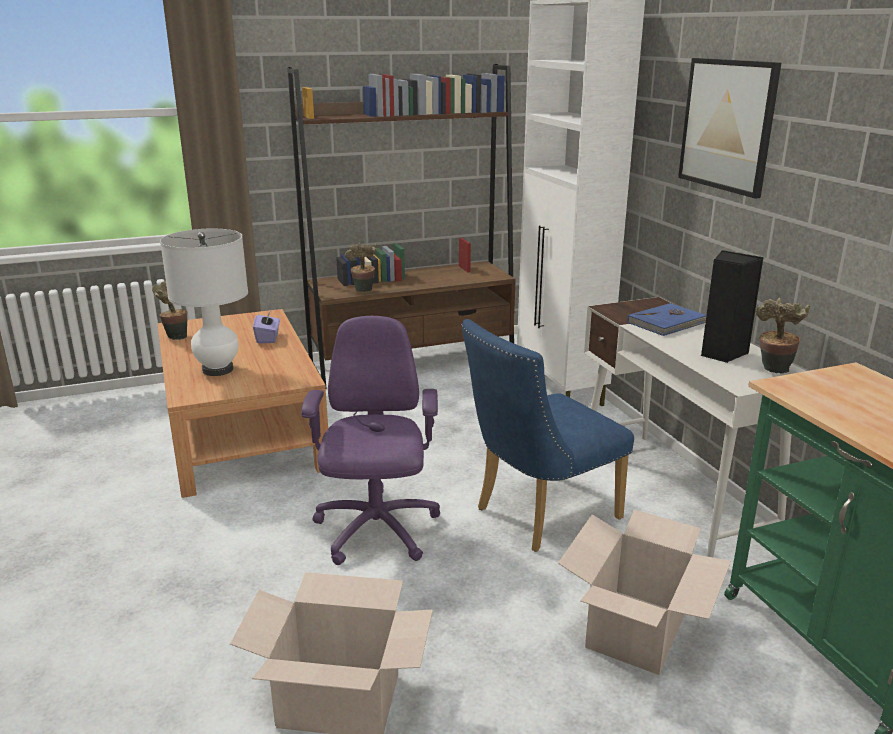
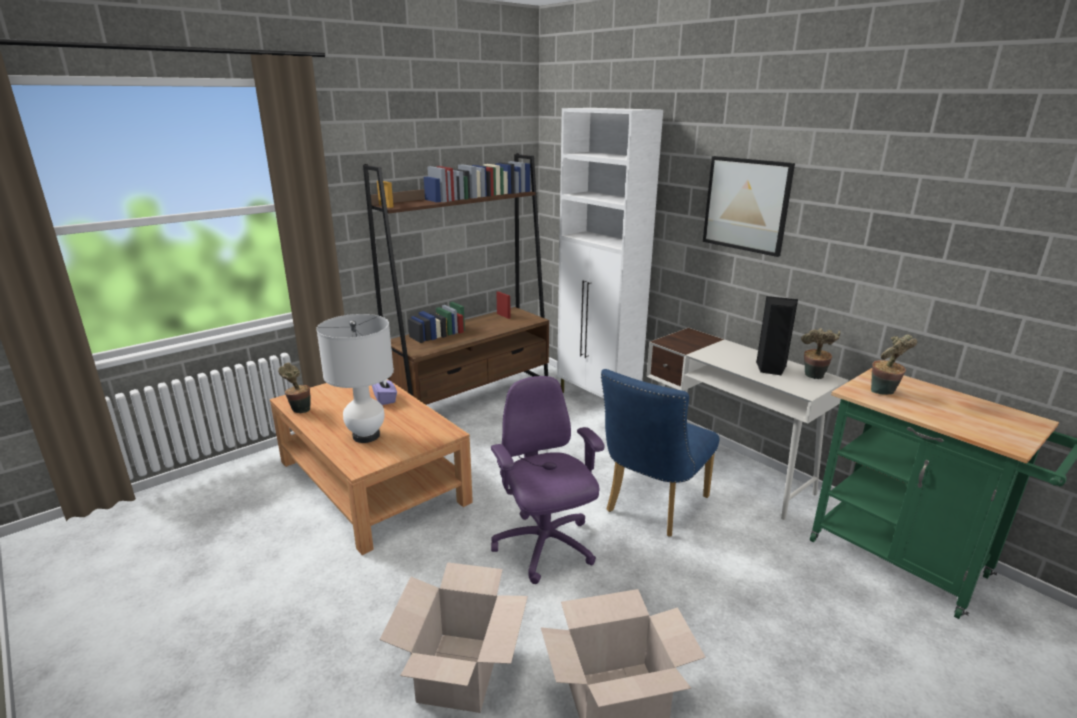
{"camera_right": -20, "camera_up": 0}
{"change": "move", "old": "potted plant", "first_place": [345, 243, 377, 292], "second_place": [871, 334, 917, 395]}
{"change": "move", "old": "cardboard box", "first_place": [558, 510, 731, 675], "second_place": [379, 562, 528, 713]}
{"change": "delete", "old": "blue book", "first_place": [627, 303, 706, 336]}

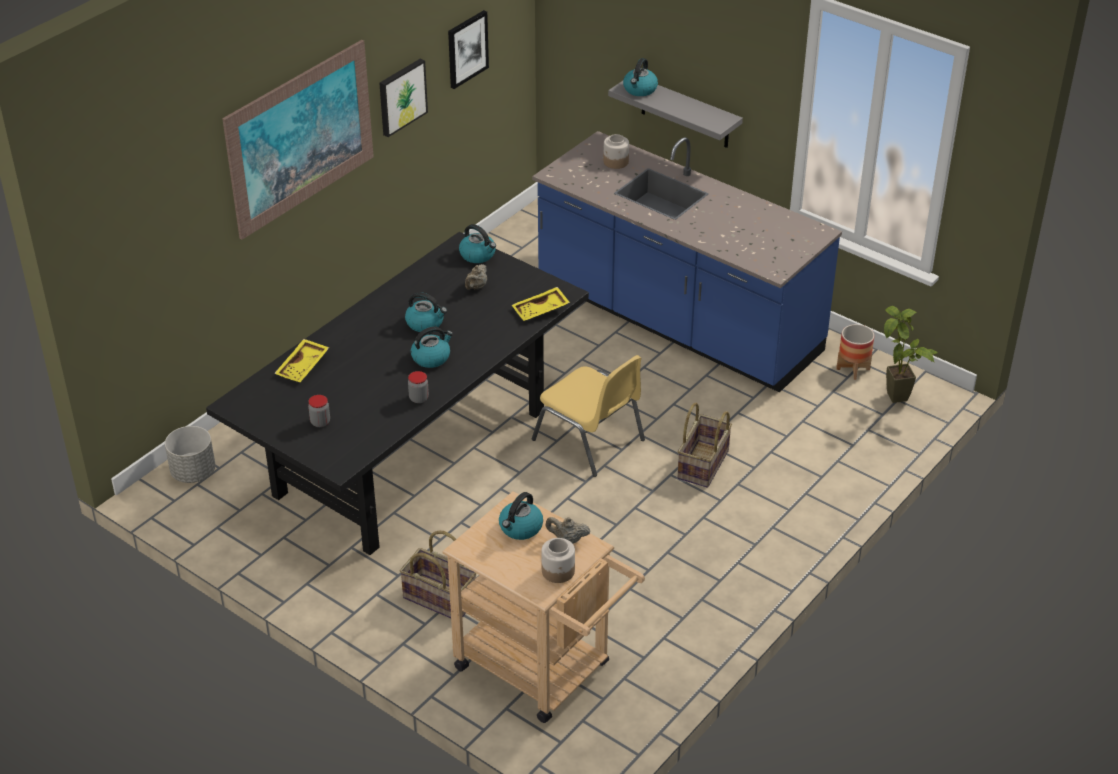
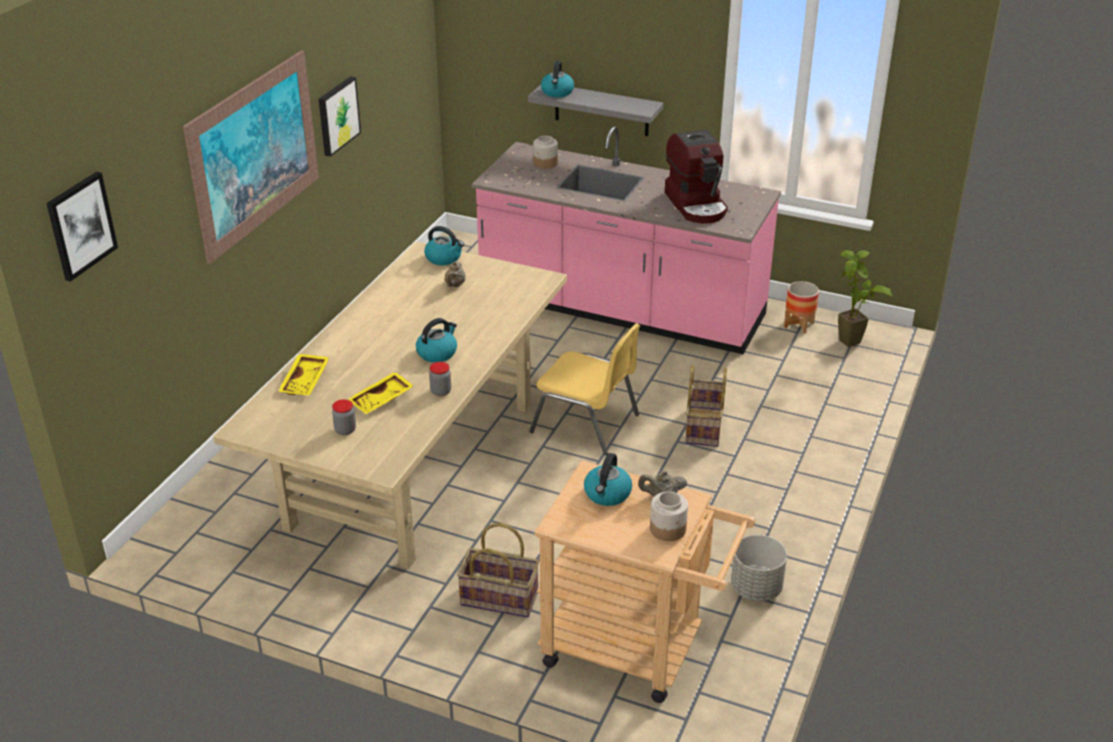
{"camera_right": -15, "camera_up": -5}
{"change": "move", "old": "grey planter", "first_place": [165, 426, 215, 483], "second_place": [731, 535, 787, 601]}
{"change": "recolor", "old": "black dining table", "new": "beige dining table", "first_place": [206, 232, 589, 555], "second_place": [213, 242, 567, 569]}
{"change": "delete", "old": "kettle", "first_place": [405, 292, 447, 332]}
{"change": "move", "old": "picture", "first_place": [448, 10, 489, 89], "second_place": [46, 172, 118, 282]}
{"change": "move", "old": "yellow tray", "first_place": [512, 287, 570, 321], "second_place": [348, 372, 414, 414]}
{"change": "recolor", "old": "blue counter", "new": "pink counter", "first_place": [532, 131, 842, 393], "second_place": [472, 126, 781, 354]}
{"change": "insert", "new": "coffee machine", "second_place": [665, 130, 728, 223]}

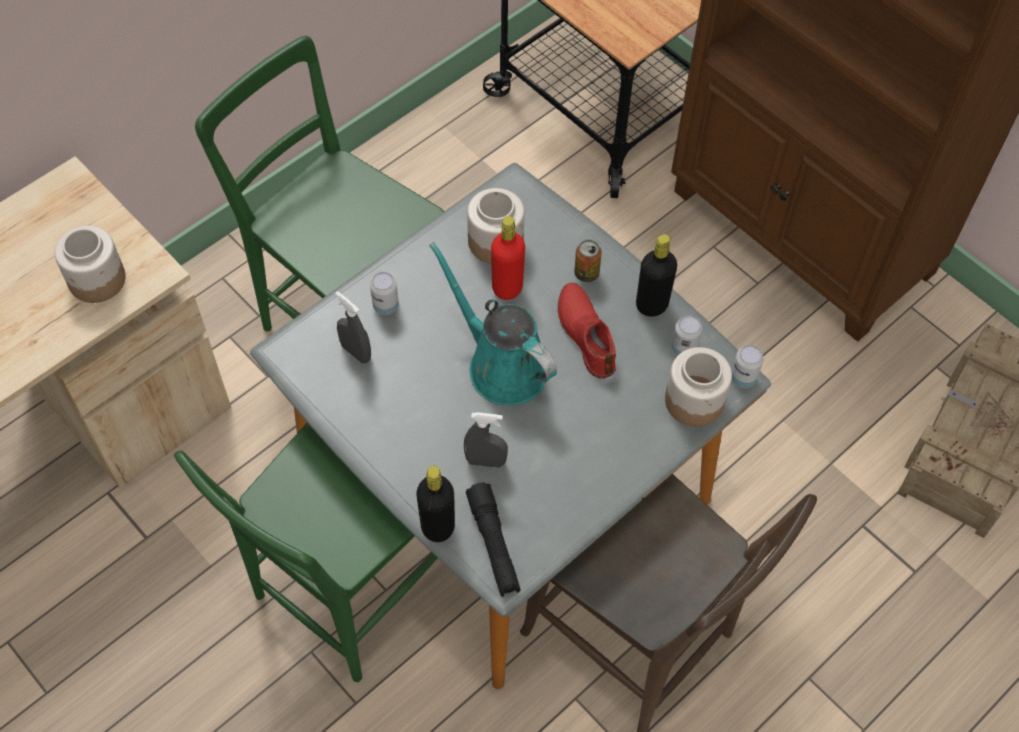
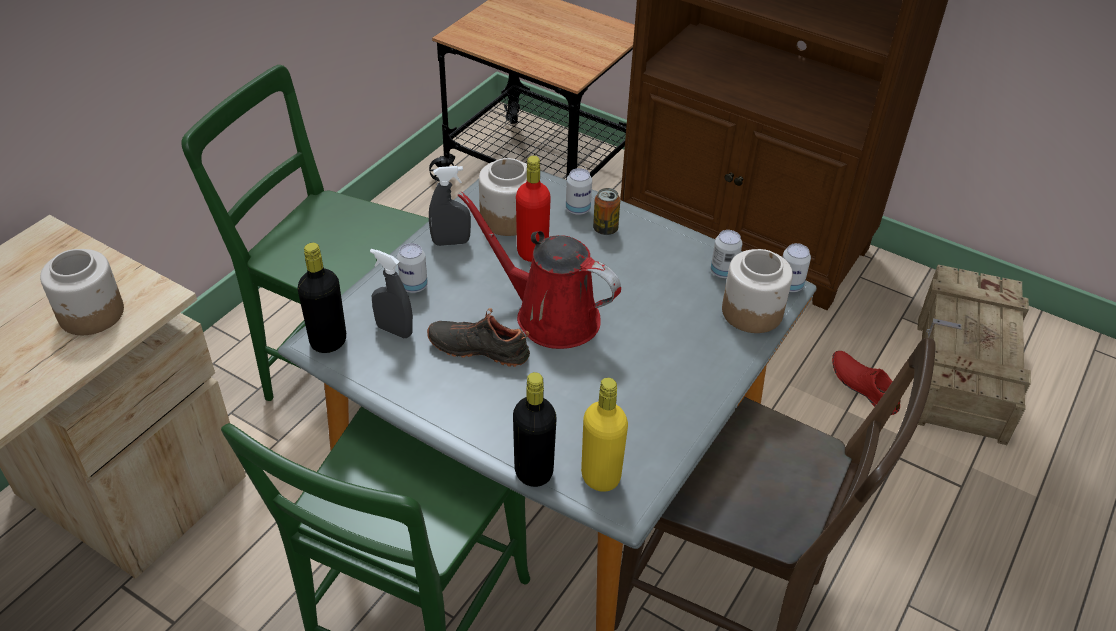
{"camera_right": -15, "camera_up": -15}
{"change": "recolor", "old": "turquoise watering can", "new": "red watering can", "first_place": [429, 242, 557, 406], "second_place": [457, 191, 621, 349]}
{"change": "move", "old": "grey spray bottle", "first_place": [464, 412, 508, 468], "second_place": [429, 166, 471, 246]}
{"change": "replace", "old": "black flashlight", "new": "yellow bottle", "first_place": [466, 482, 520, 597], "second_place": [581, 378, 628, 492]}
{"change": "move", "old": "red shoe", "first_place": [558, 283, 616, 379], "second_place": [832, 351, 901, 415]}
{"change": "move", "old": "black bottle", "first_place": [636, 234, 677, 317], "second_place": [298, 243, 346, 353]}
{"change": "insert", "new": "black shoe", "second_place": [427, 308, 530, 367]}
{"change": "insert", "new": "can", "second_place": [566, 168, 592, 215]}

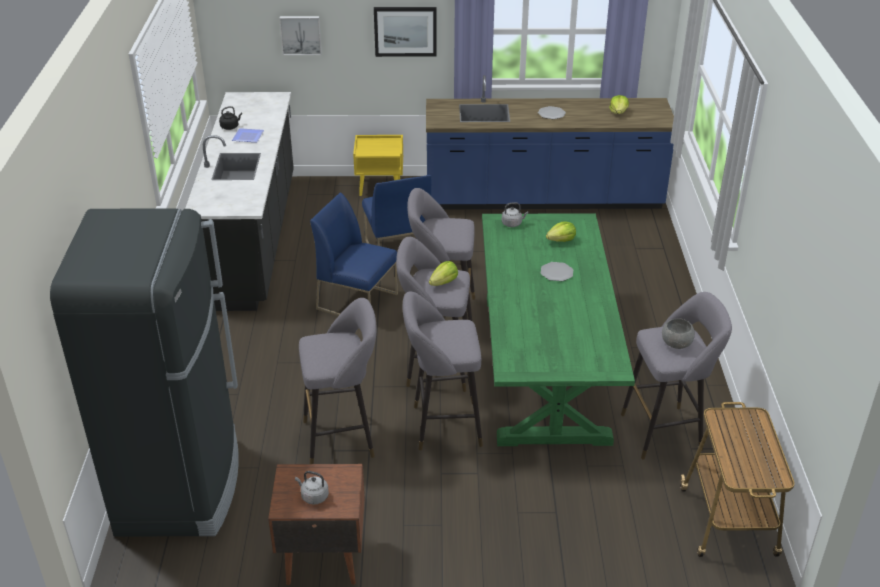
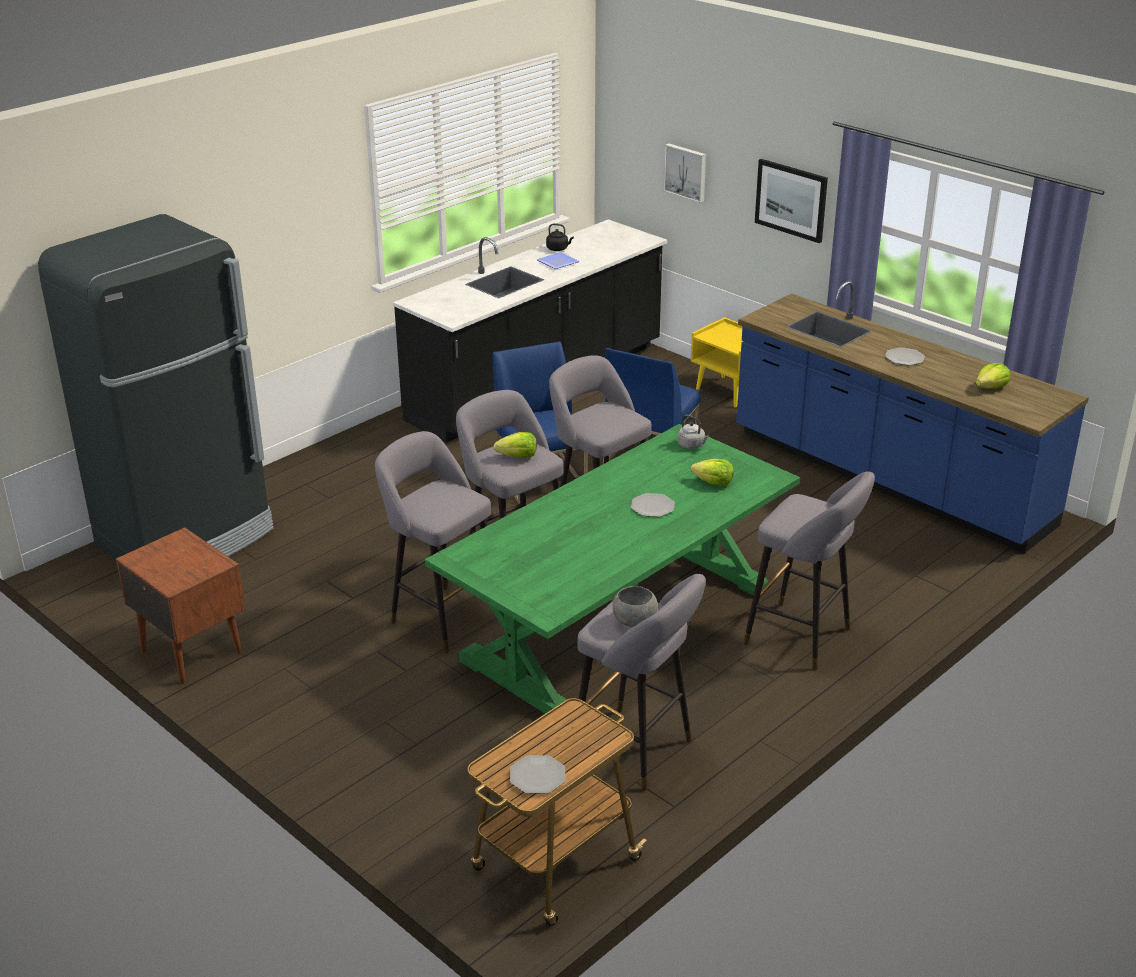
{"camera_right": 45, "camera_up": -5}
{"change": "delete", "old": "grey kettle", "first_place": [295, 471, 329, 505]}
{"change": "move", "old": "grey stool", "first_place": [299, 298, 377, 464], "second_place": [743, 471, 875, 670]}
{"change": "insert", "new": "plate", "second_place": [510, 755, 565, 794]}

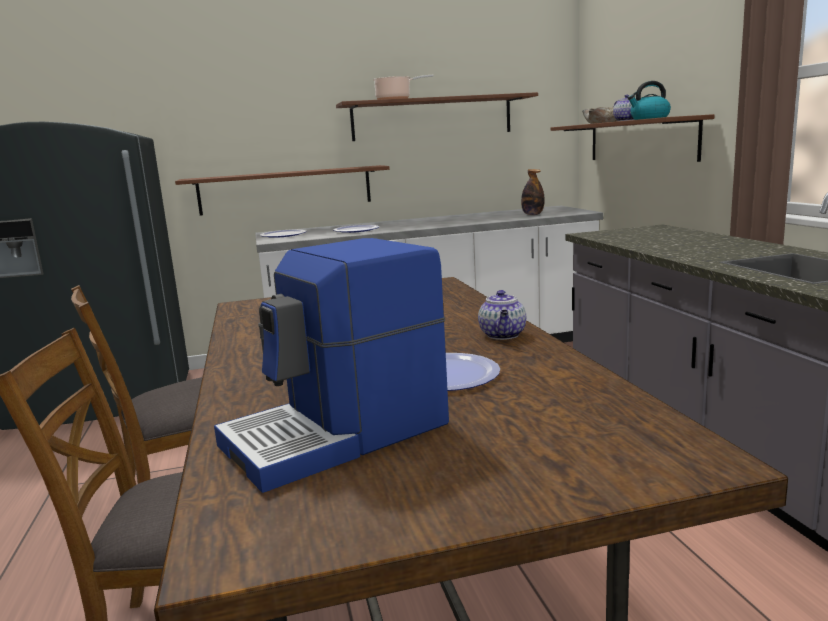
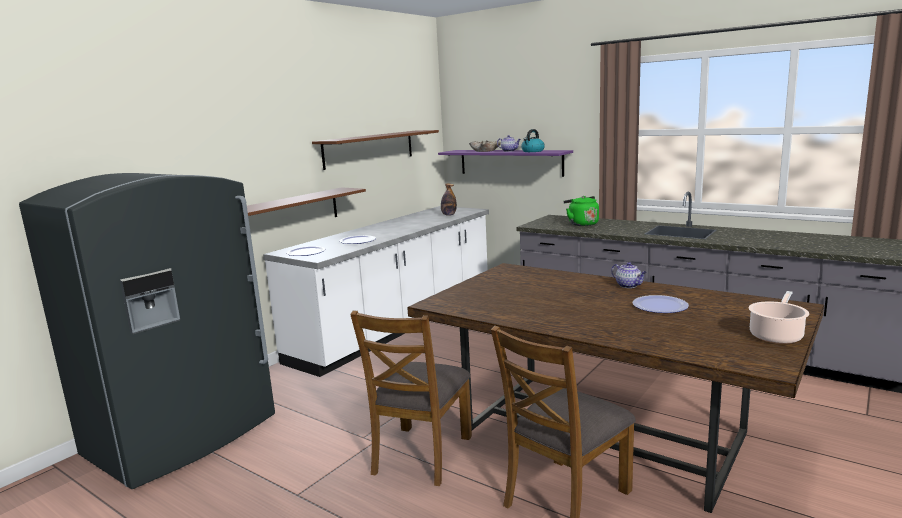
{"camera_right": -40, "camera_up": 0}
{"change": "delete", "old": "coffee machine", "first_place": [214, 238, 449, 493]}
{"change": "move", "old": "cooking pot", "first_place": [373, 75, 433, 100], "second_place": [748, 291, 809, 344]}
{"change": "recolor", "old": "brown shelf", "new": "purple shelf", "first_place": [551, 114, 714, 162], "second_place": [438, 150, 573, 177]}
{"change": "insert", "new": "green kettle", "second_place": [563, 196, 599, 226]}

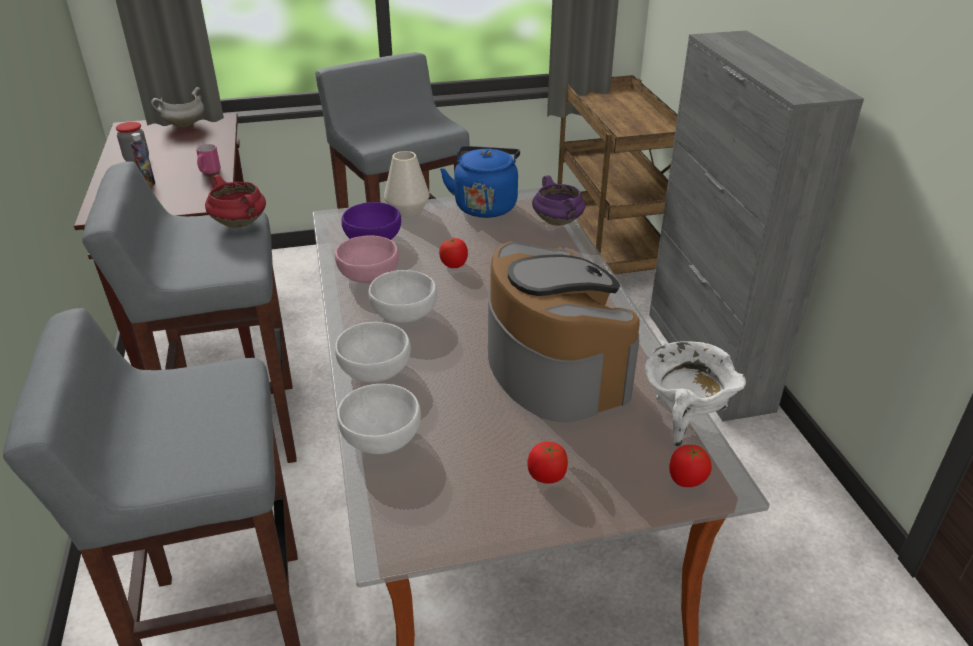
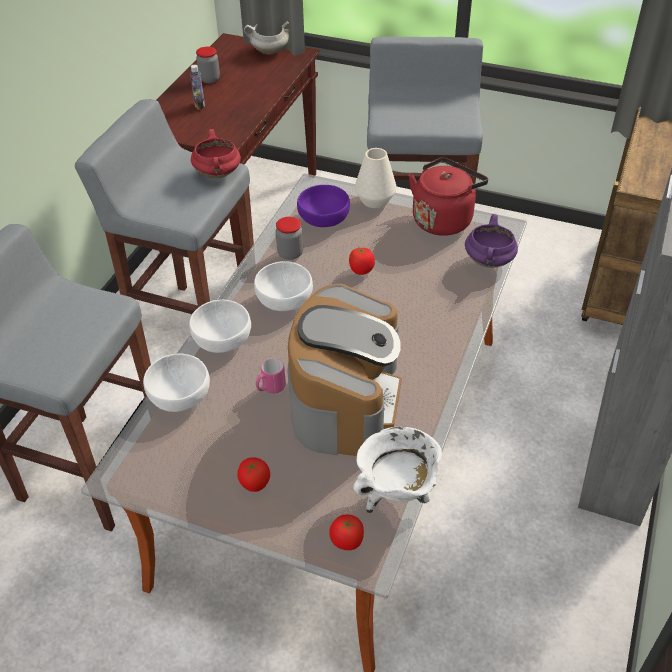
{"camera_right": 35, "camera_up": 10}
{"change": "move", "old": "pink mug", "first_place": [196, 144, 221, 174], "second_place": [256, 358, 286, 393]}
{"change": "replace", "old": "pink bowl", "new": "jar", "first_place": [335, 236, 399, 283], "second_place": [276, 217, 303, 260]}
{"change": "recolor", "old": "blue kettle", "new": "red kettle", "first_place": [440, 146, 520, 218], "second_place": [409, 157, 488, 236]}

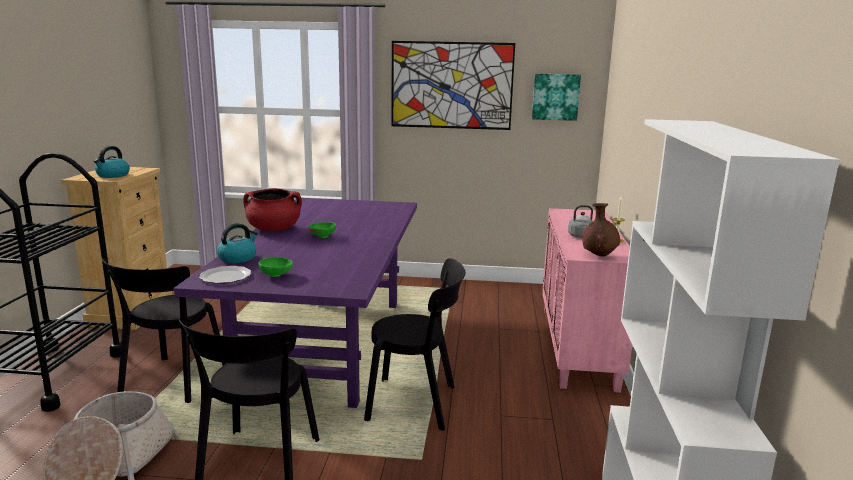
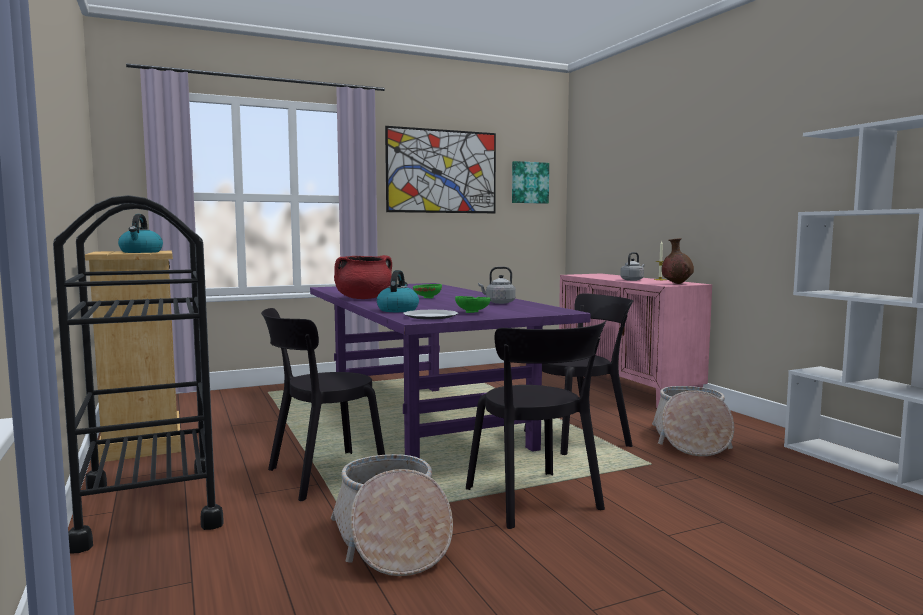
{"camera_right": -30, "camera_up": -10}
{"change": "rotate", "old": "black chair", "first_place": [102, 258, 225, 403], "second_place": [261, 308, 385, 501], "degrees": 75}
{"change": "insert", "new": "grey kettle", "second_place": [478, 266, 516, 304]}
{"change": "insert", "new": "basket", "second_place": [652, 386, 734, 456]}

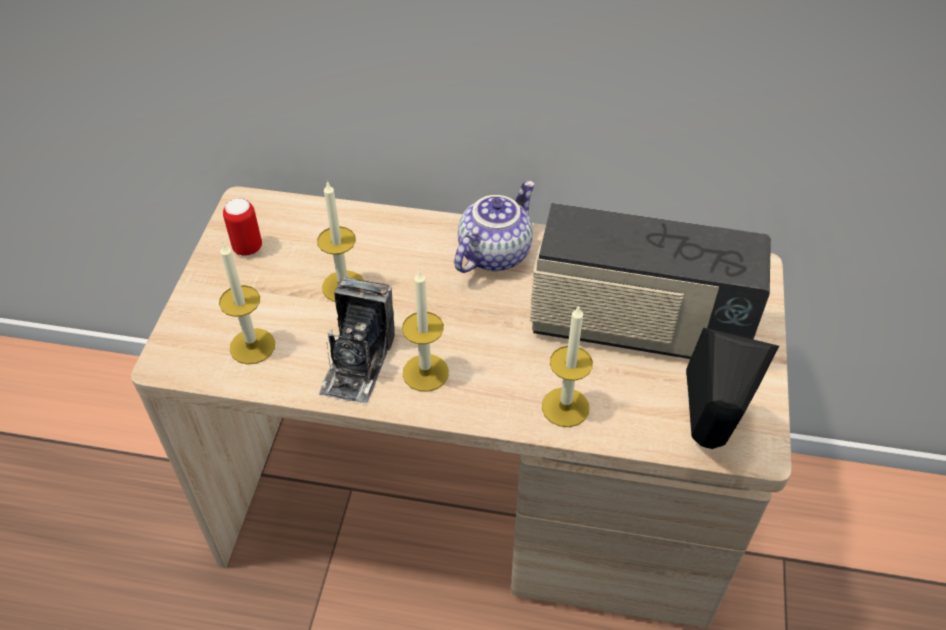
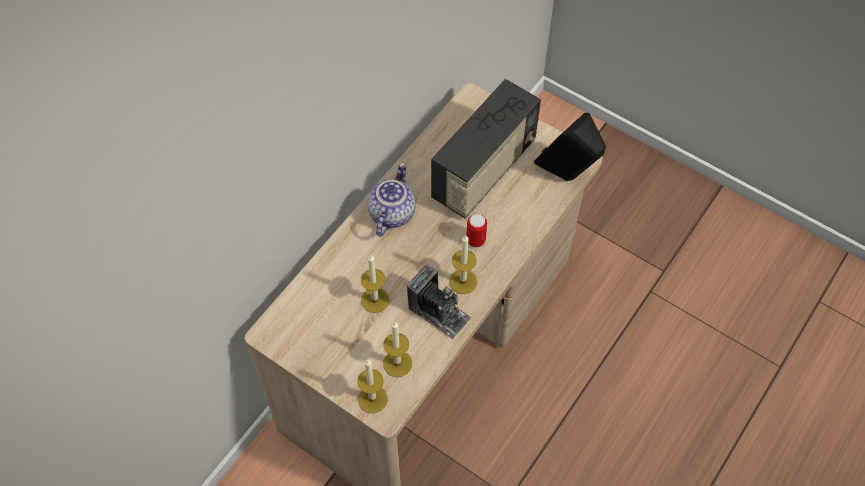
{"camera_right": -65, "camera_up": 10}
{"change": "move", "old": "can", "first_place": [223, 198, 262, 256], "second_place": [466, 214, 487, 247]}
{"change": "rotate", "old": "teapot", "first_place": [454, 181, 535, 273], "second_place": [368, 163, 416, 236], "degrees": 45}
{"change": "move", "old": "candle", "first_place": [542, 305, 593, 427], "second_place": [357, 359, 388, 413]}

